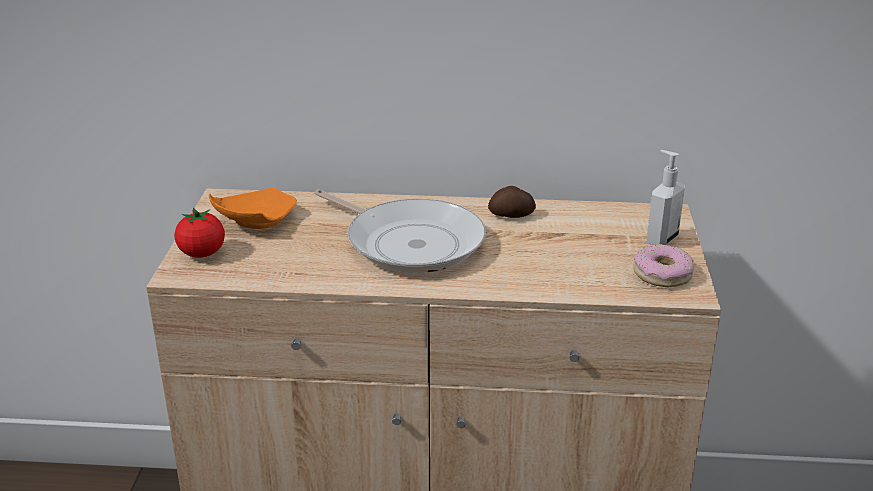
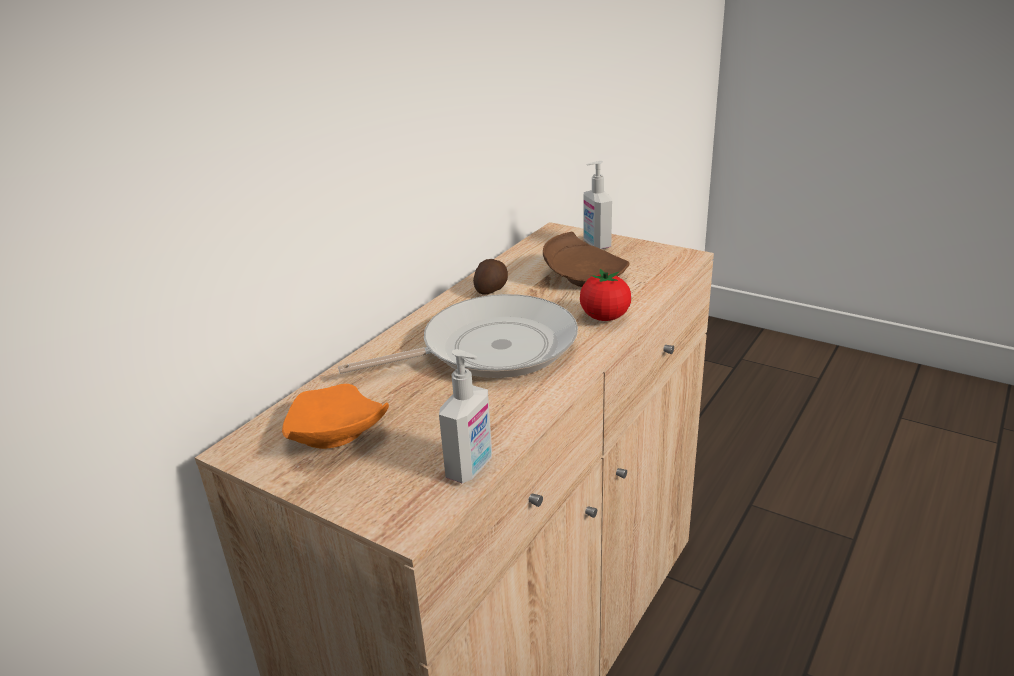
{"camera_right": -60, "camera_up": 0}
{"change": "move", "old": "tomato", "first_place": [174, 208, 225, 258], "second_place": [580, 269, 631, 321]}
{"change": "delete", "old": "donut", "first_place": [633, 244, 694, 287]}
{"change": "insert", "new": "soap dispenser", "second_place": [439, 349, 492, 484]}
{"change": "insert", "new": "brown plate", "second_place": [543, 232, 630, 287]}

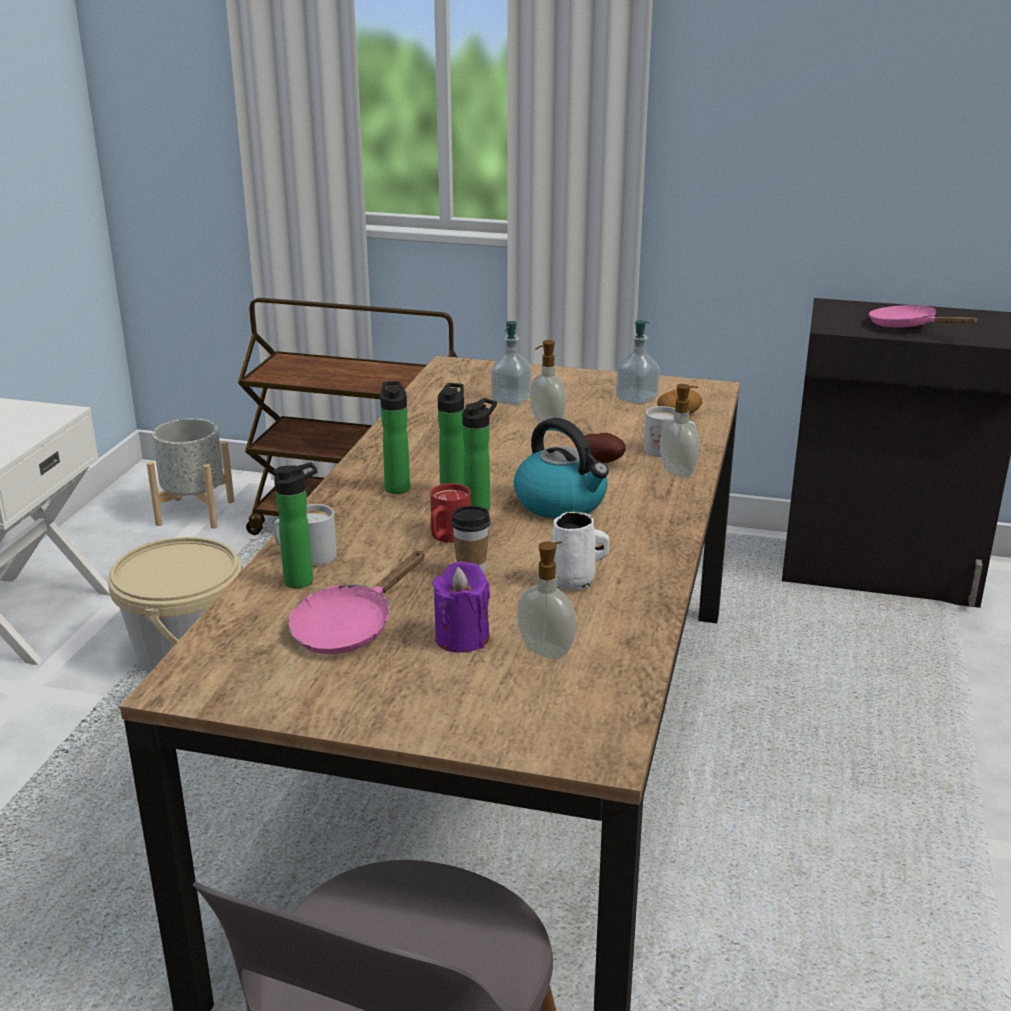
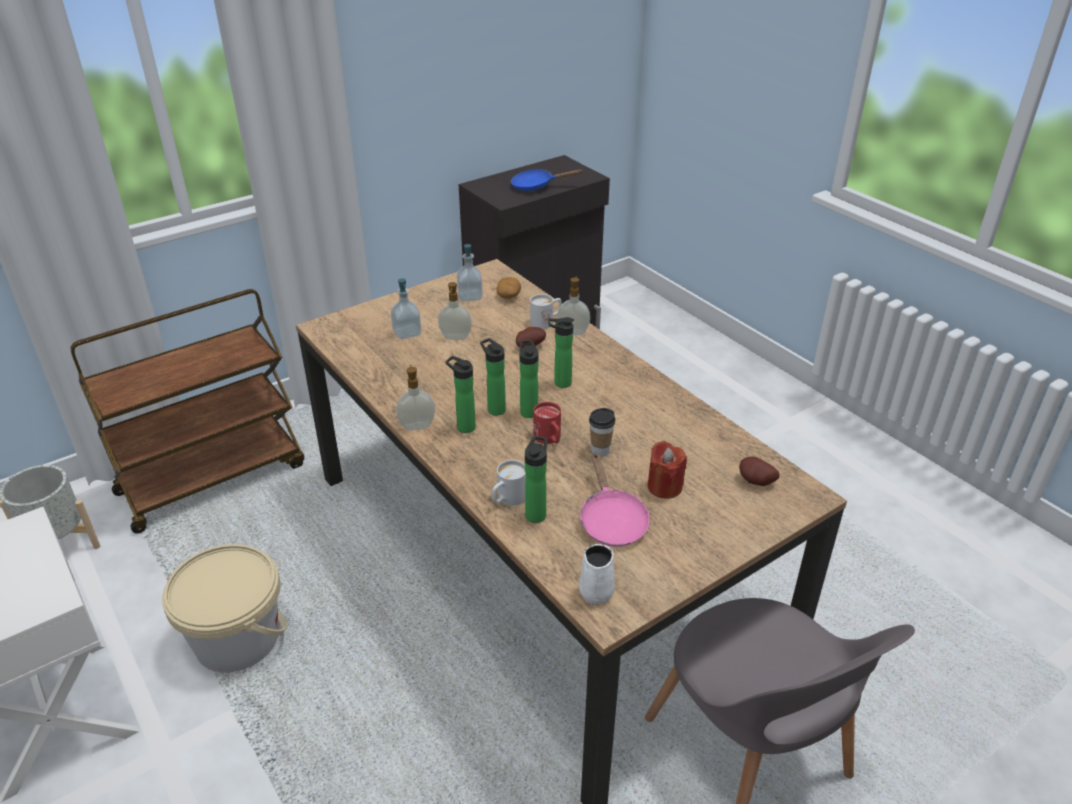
{"camera_right": -50, "camera_up": 10}
{"change": "recolor", "old": "purple candle", "new": "red candle", "first_place": [432, 561, 490, 653], "second_place": [647, 441, 687, 499]}
{"change": "replace", "old": "kettle", "new": "bottle", "first_place": [514, 418, 609, 519], "second_place": [548, 317, 574, 388]}
{"change": "move", "old": "soap dispenser", "first_place": [517, 541, 576, 659], "second_place": [396, 365, 435, 430]}
{"change": "move", "old": "white mug", "first_place": [552, 512, 609, 590], "second_place": [579, 544, 615, 605]}
{"change": "recolor", "old": "pink frying pan", "new": "blue frying pan", "first_place": [869, 305, 978, 327], "second_place": [511, 169, 582, 191]}
{"change": "insert", "new": "potato", "second_place": [739, 457, 780, 486]}

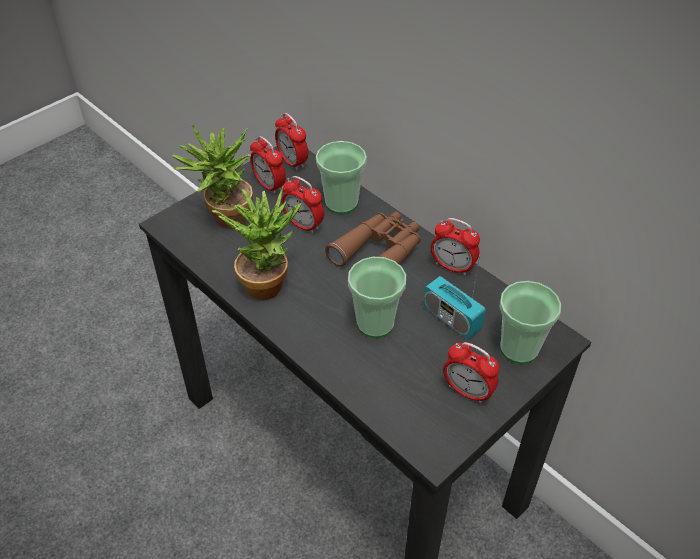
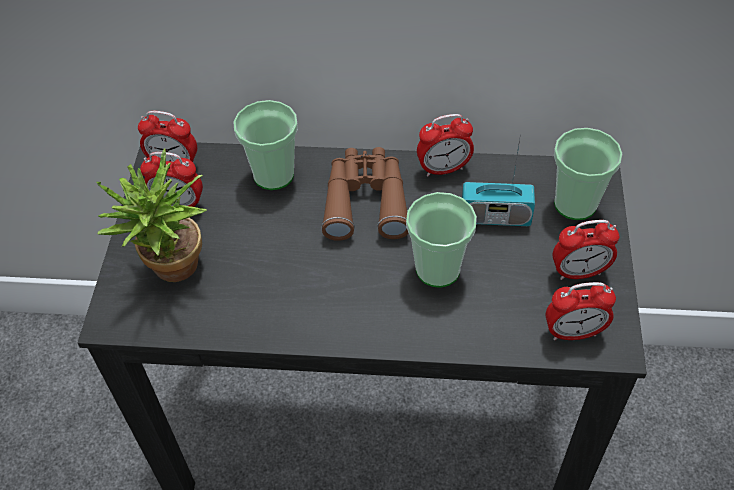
{"camera_right": -40, "camera_up": 5}
{"change": "delete", "old": "potted plant", "first_place": [212, 186, 302, 300]}
{"change": "move", "old": "alarm clock", "first_place": [281, 176, 324, 234], "second_place": [546, 282, 616, 340]}

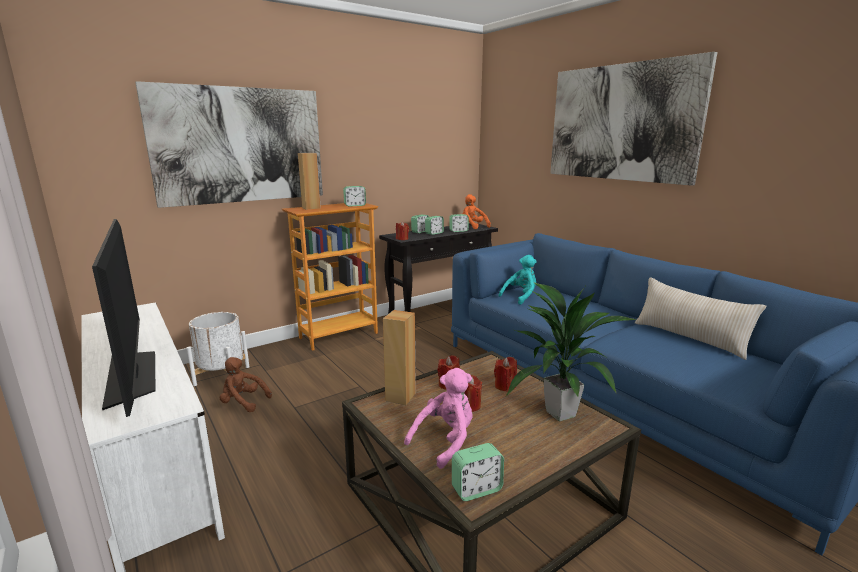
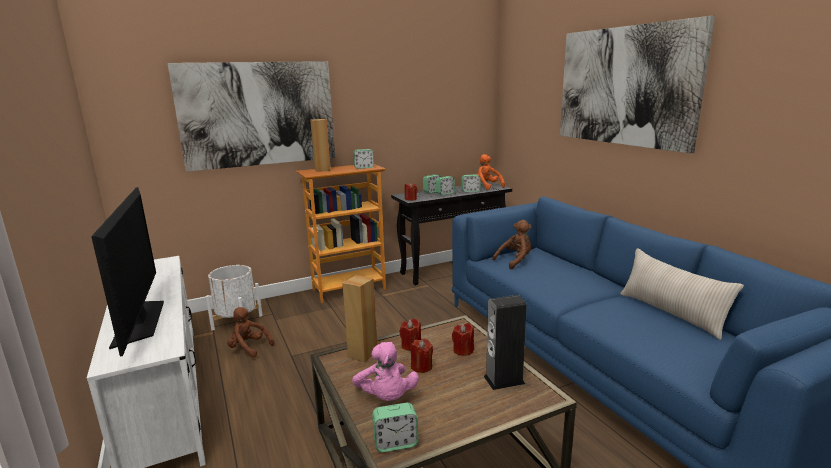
{"camera_right": 10, "camera_up": 0}
{"change": "rotate", "old": "pink plush toy", "first_place": [404, 368, 472, 469], "second_place": [352, 342, 419, 401], "degrees": 105}
{"change": "recolor", "old": "turquoise plush toy", "new": "brown plush toy", "first_place": [498, 255, 537, 305], "second_place": [492, 220, 532, 269]}
{"change": "replace", "old": "potted plant", "new": "speaker", "first_place": [506, 282, 637, 421], "second_place": [484, 295, 527, 390]}

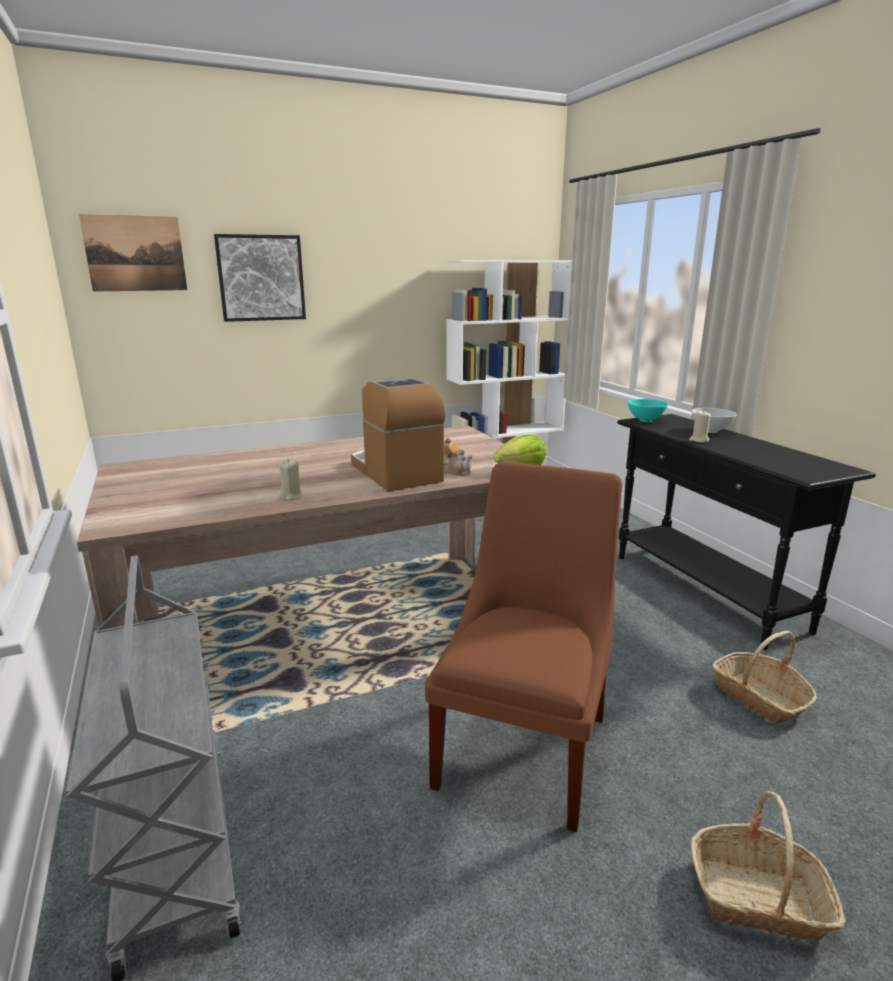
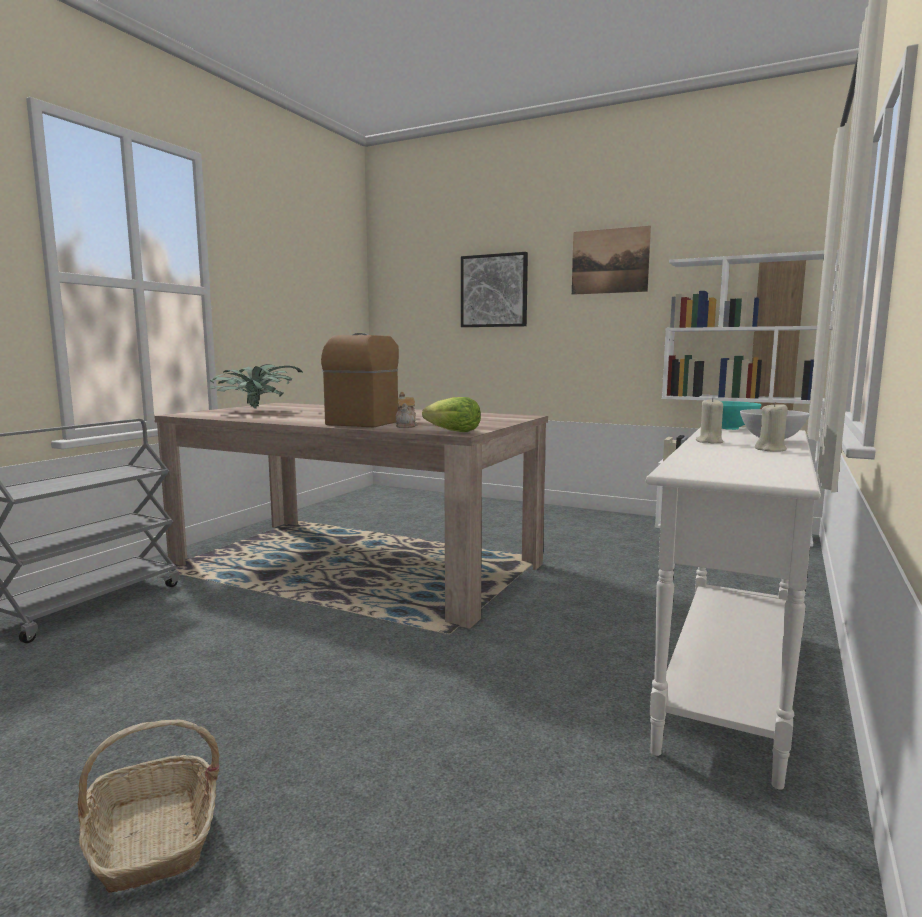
{"camera_right": 50, "camera_up": -10}
{"change": "move", "old": "picture", "first_place": [79, 214, 187, 292], "second_place": [572, 226, 651, 295]}
{"change": "move", "old": "beige candle", "first_place": [279, 459, 303, 500], "second_place": [755, 402, 788, 452]}
{"change": "delete", "old": "brown chair", "first_place": [425, 462, 622, 832]}
{"change": "recolor", "old": "black console table", "new": "white console table", "first_place": [617, 414, 876, 650], "second_place": [646, 427, 821, 790]}
{"change": "delete", "old": "basket", "first_place": [712, 631, 817, 724]}
{"change": "insert", "new": "potted plant", "second_place": [208, 364, 302, 409]}

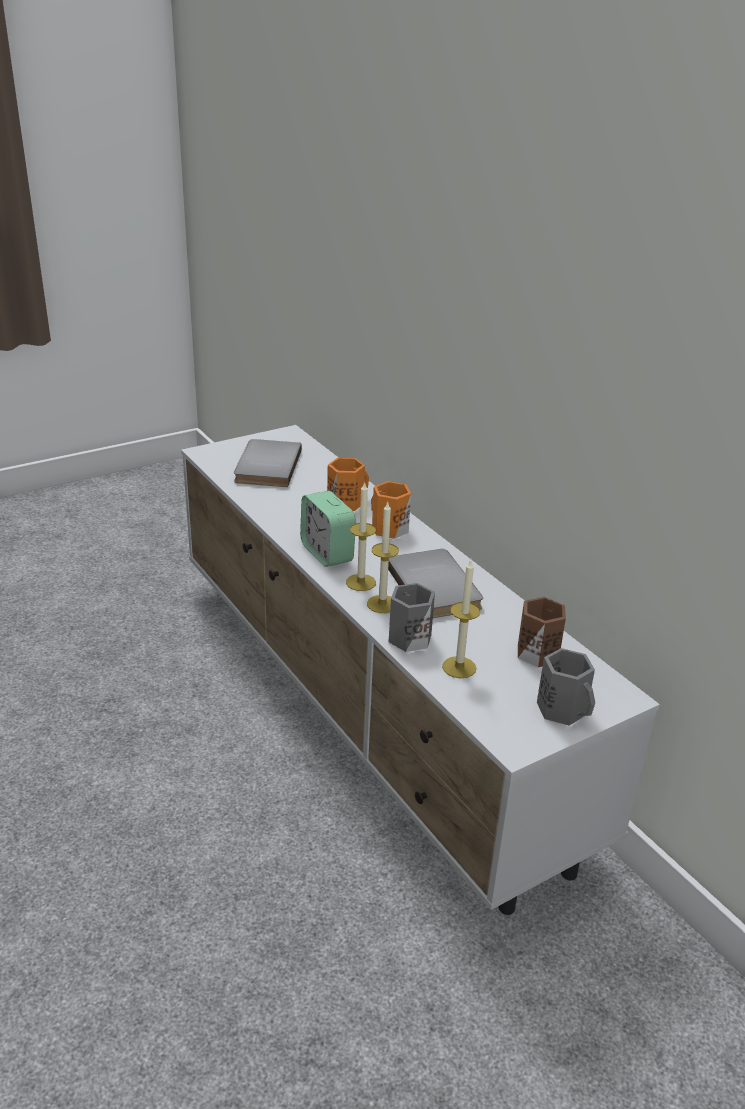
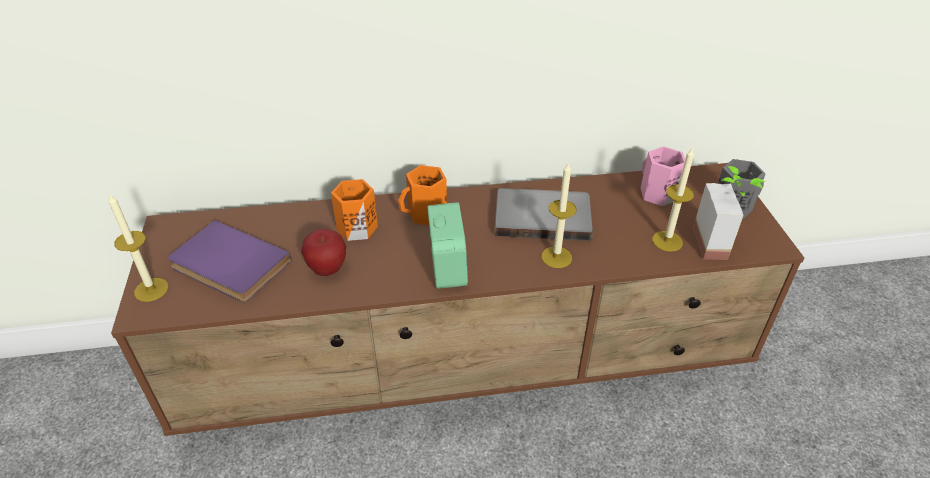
{"camera_right": -65, "camera_up": 10}
{"change": "recolor", "old": "white tv stand", "new": "brown tv stand", "first_place": [181, 425, 660, 915], "second_place": [111, 163, 804, 436]}
{"change": "recolor", "old": "grey book", "new": "purple book", "first_place": [234, 439, 302, 487], "second_place": [168, 220, 292, 302]}
{"change": "rotate", "old": "alarm clock", "first_place": [300, 491, 356, 567], "second_place": [427, 202, 468, 289], "degrees": -90}
{"change": "move", "old": "candle", "first_place": [346, 482, 376, 591], "second_place": [109, 193, 168, 302]}
{"change": "delete", "old": "grey mug", "first_place": [389, 583, 435, 652]}
{"change": "recolor", "old": "brown mug", "new": "pink mug", "first_place": [518, 597, 566, 667], "second_place": [641, 146, 685, 206]}
{"change": "insert", "new": "apple", "second_place": [301, 229, 346, 276]}
{"change": "insert", "new": "potted plant", "second_place": [693, 166, 766, 260]}

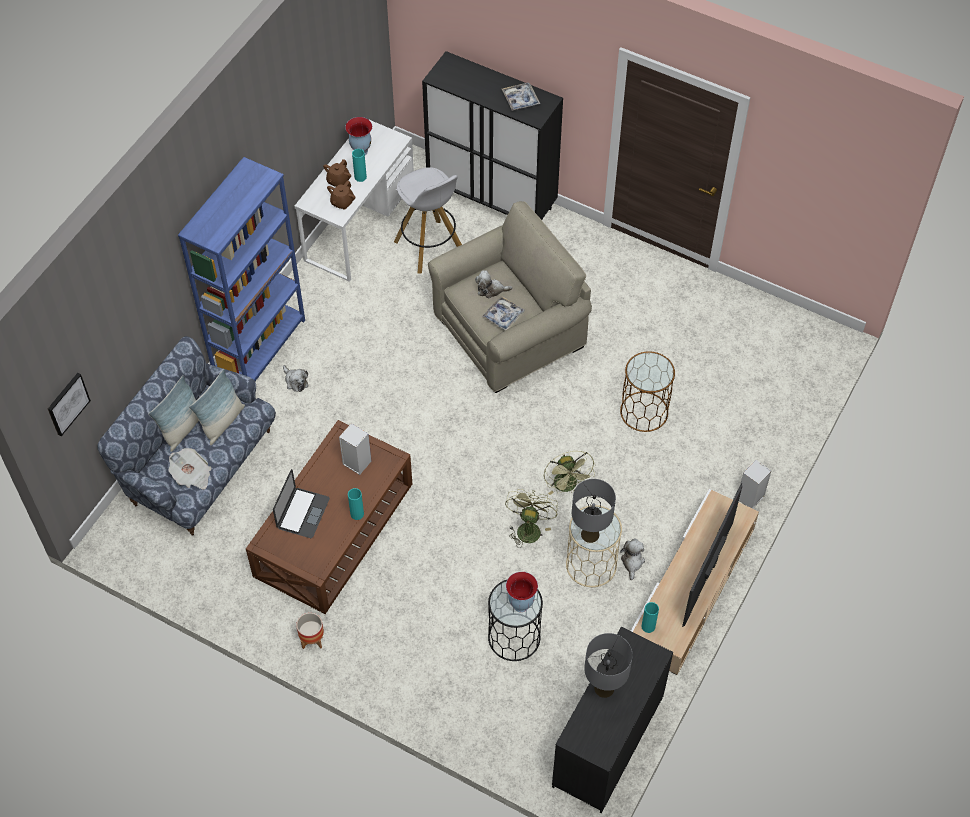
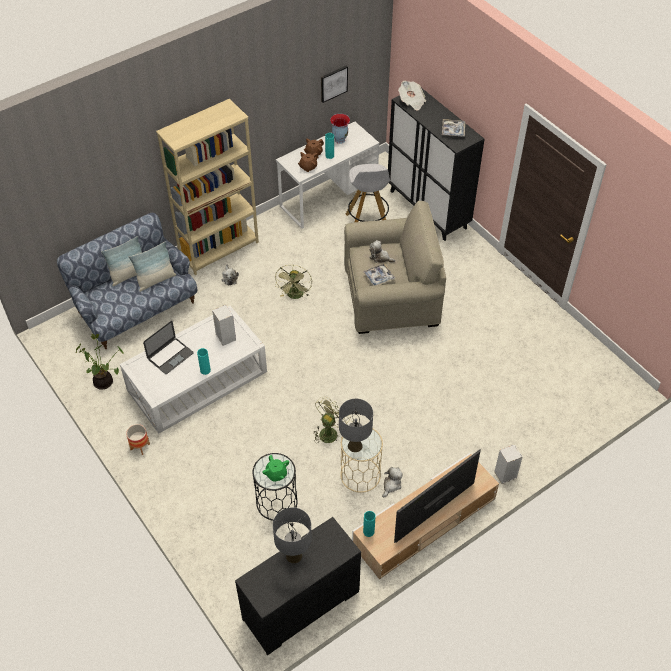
{"camera_right": 25, "camera_up": -5}
{"change": "move", "old": "picture", "first_place": [48, 373, 91, 436], "second_place": [321, 66, 348, 103]}
{"change": "move", "old": "newspaper", "first_place": [168, 448, 211, 489], "second_place": [398, 80, 426, 111]}
{"change": "recolor", "old": "blue bookcase", "new": "beige bookcase", "first_place": [178, 157, 305, 381], "second_place": [156, 99, 259, 275]}
{"change": "recolor", "old": "brown coffee table", "new": "white coffee table", "first_place": [246, 420, 412, 614], "second_place": [120, 306, 267, 433]}
{"change": "replace", "old": "vase", "new": "green teapot", "first_place": [506, 572, 538, 612], "second_place": [262, 455, 289, 481]}
{"change": "move", "old": "green fan", "first_place": [544, 451, 595, 495], "second_place": [275, 265, 312, 299]}
{"change": "delete", "old": "brown side table", "first_place": [620, 351, 675, 432]}
{"change": "insert", "new": "potted plant", "second_place": [75, 334, 124, 390]}

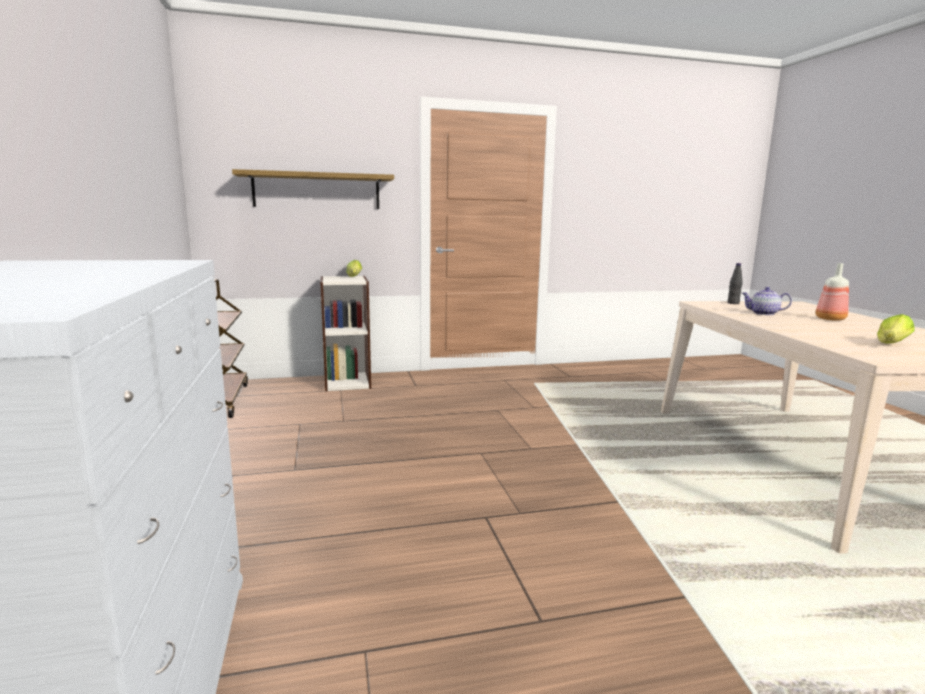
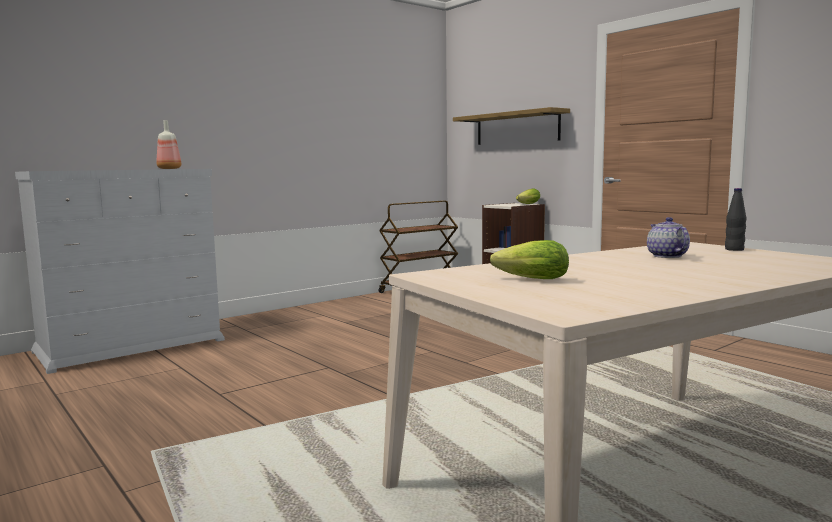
{"camera_right": 65, "camera_up": -5}
{"change": "move", "old": "bottle", "first_place": [815, 263, 849, 321], "second_place": [157, 120, 181, 169]}

